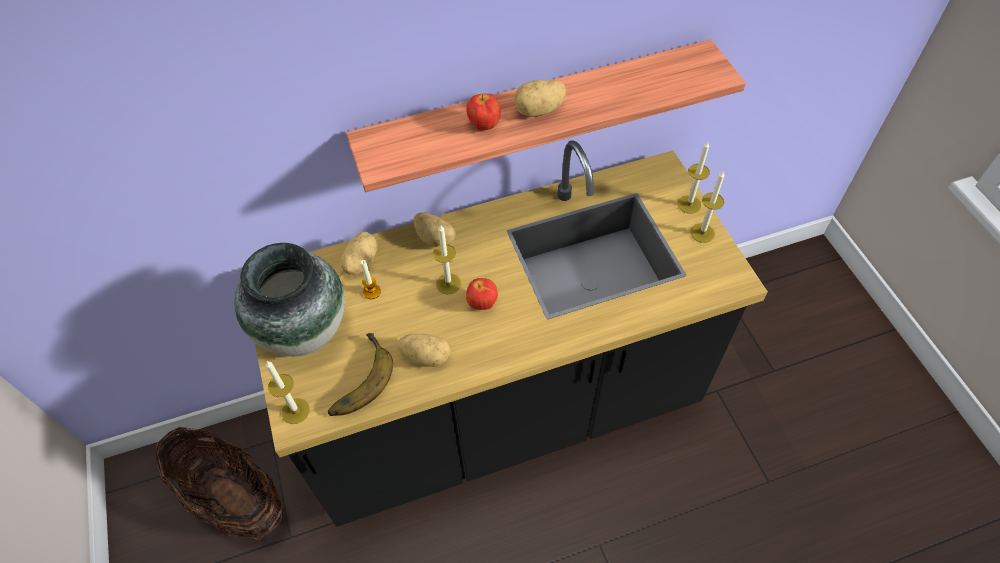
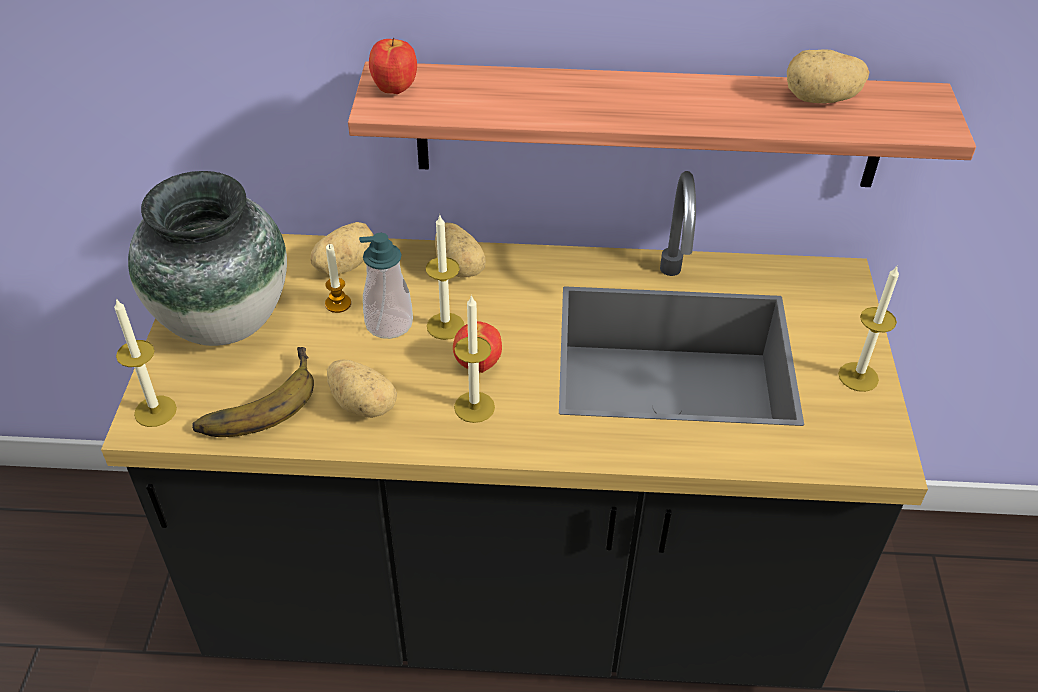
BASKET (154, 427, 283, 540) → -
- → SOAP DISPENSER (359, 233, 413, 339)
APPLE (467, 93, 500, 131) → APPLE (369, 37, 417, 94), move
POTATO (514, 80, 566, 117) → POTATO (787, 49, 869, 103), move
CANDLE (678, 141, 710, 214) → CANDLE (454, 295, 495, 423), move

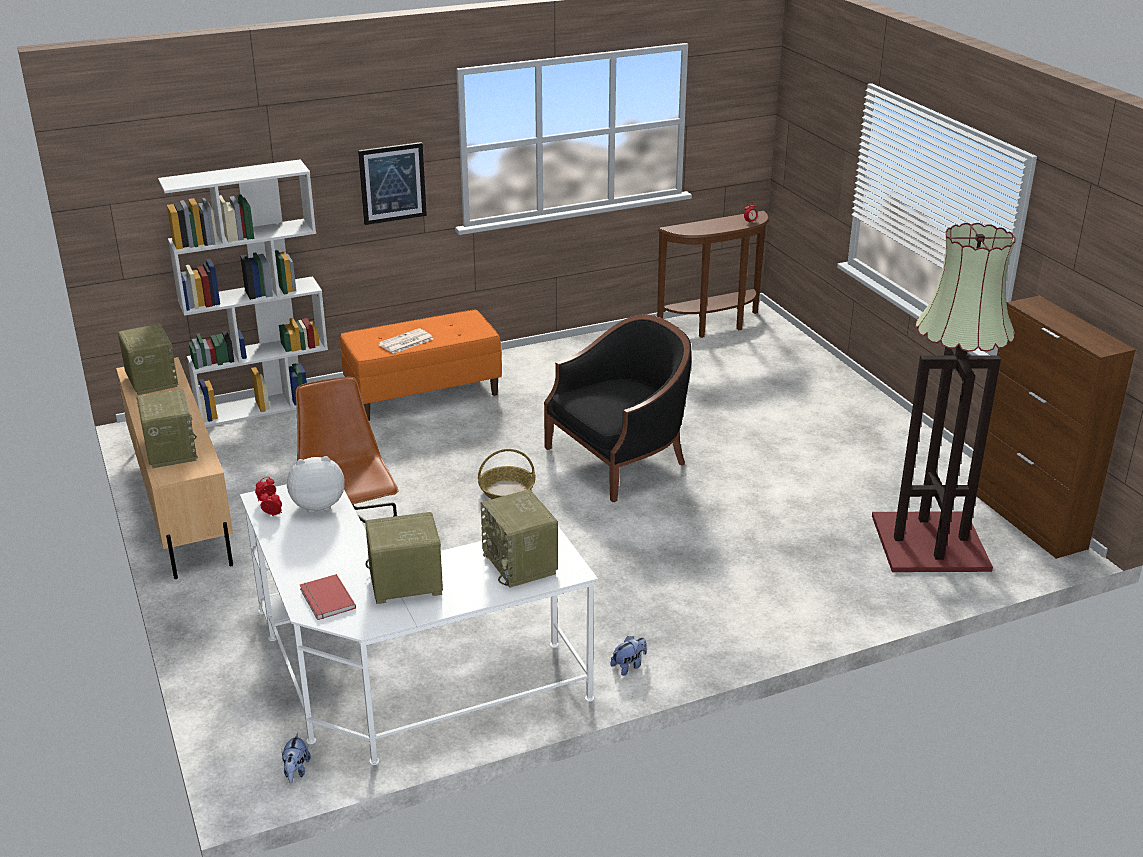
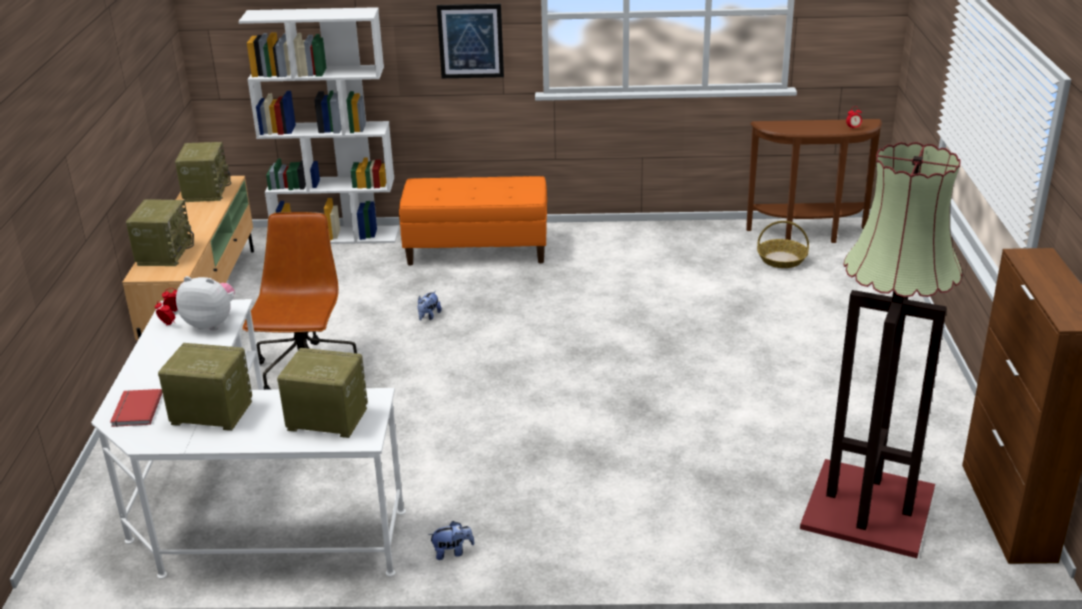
NEWSPAPER (378, 328, 433, 354) → -
BLACK ARMCHAIR (544, 314, 692, 502) → -
PLUSH TOY (282, 733, 311, 784) → PLUSH TOY (417, 291, 442, 321), move
BASKET (478, 449, 535, 499) → BASKET (757, 221, 809, 268), move
RADIO (481, 489, 558, 588) → RADIO (277, 348, 368, 438), 105 degrees clockwise

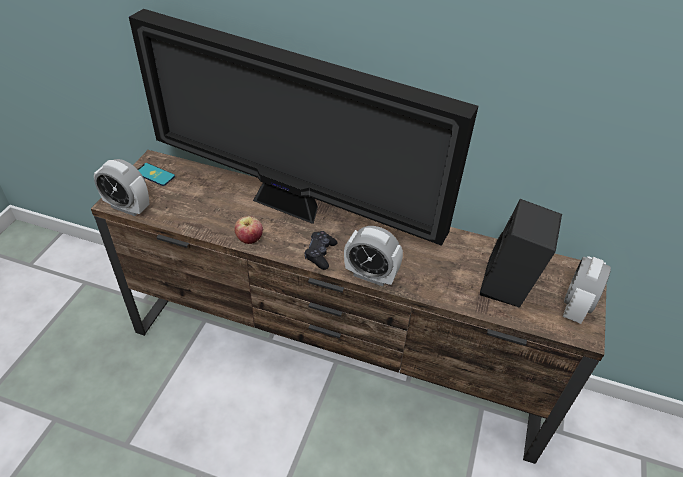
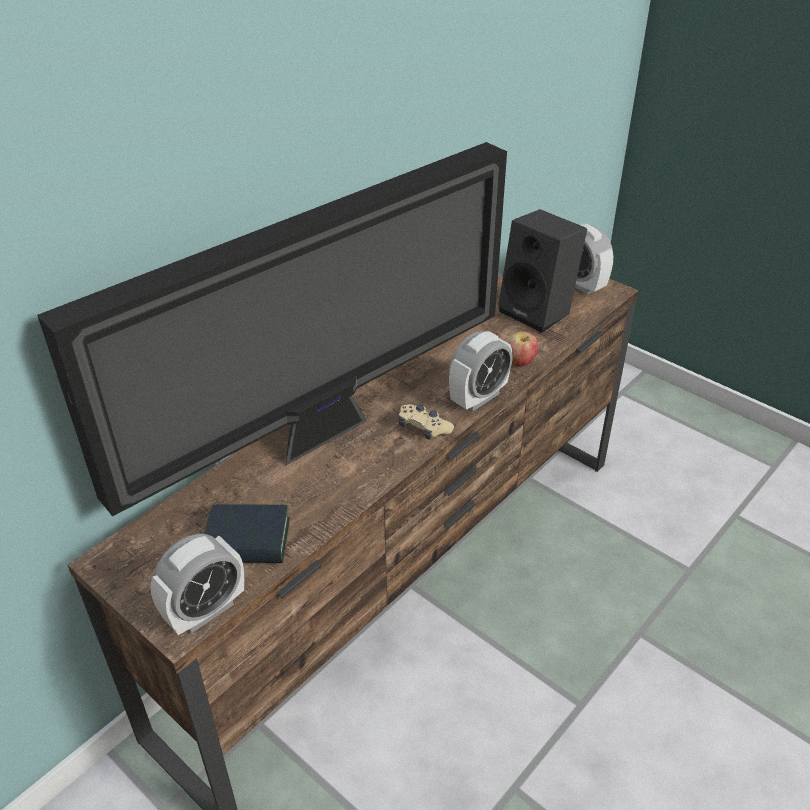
PHONE (138, 163, 175, 186) → -
- → BOOK (204, 504, 290, 563)
APPLE (234, 216, 263, 244) → APPLE (505, 331, 538, 366), move
BLACK GAME CONTROLLER (304, 231, 338, 270) → BEIGE GAME CONTROLLER (399, 404, 454, 440)

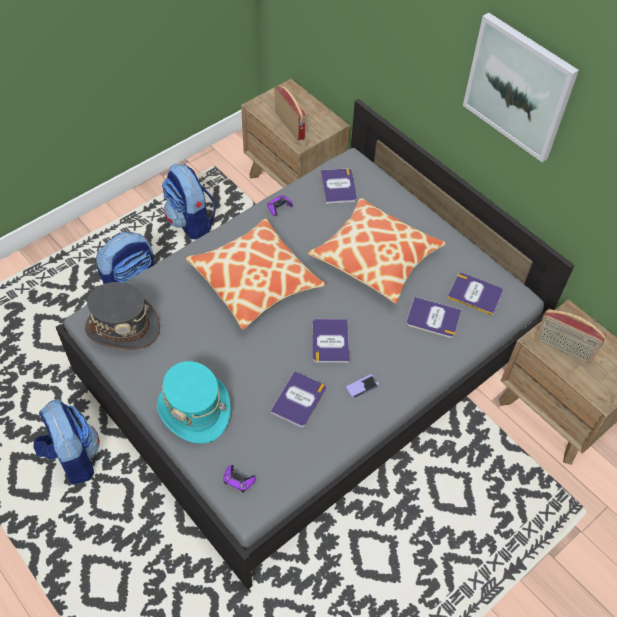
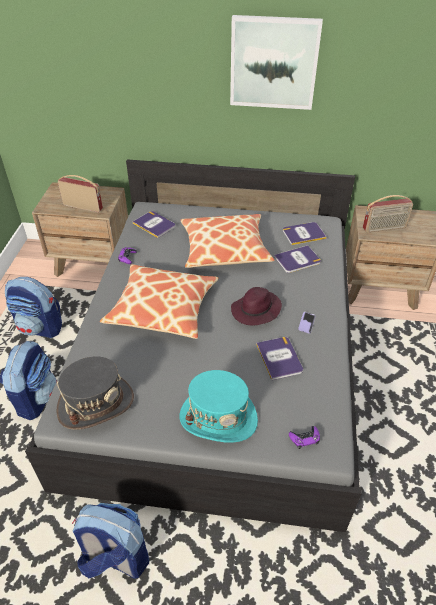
BOOK (312, 319, 350, 363) → PURPLE HAT (231, 287, 282, 326)

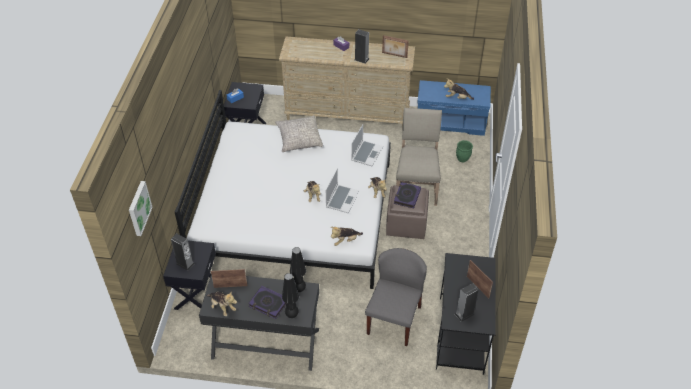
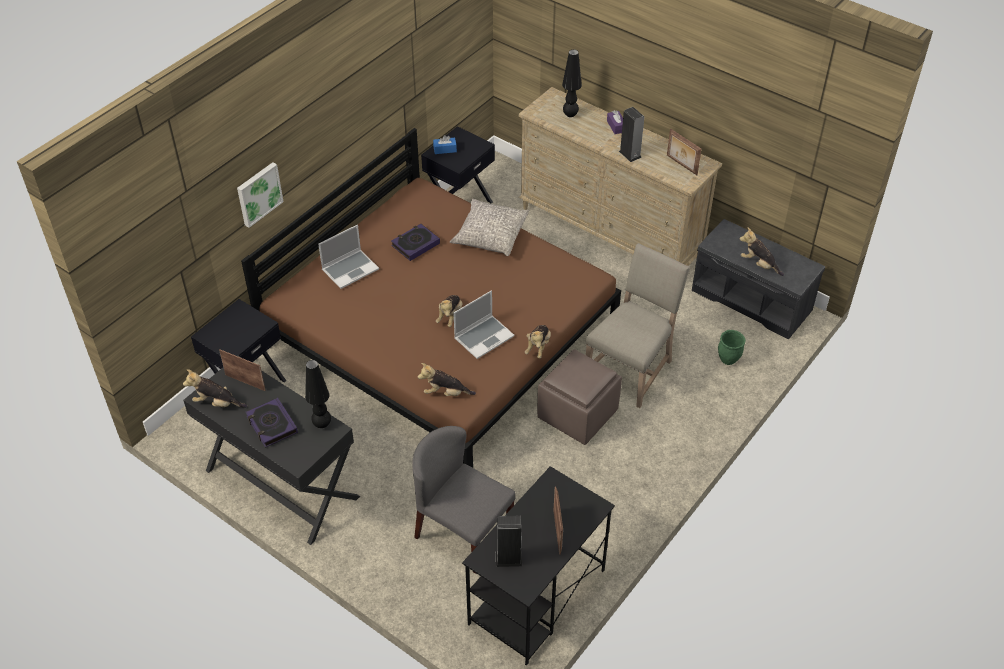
SPEAKER (171, 233, 194, 271) → -
PICTURE (129, 181, 153, 236) → PICTURE (237, 162, 283, 228), move
BLACK TABLE LAMP (282, 273, 299, 318) → BLACK TABLE LAMP (562, 49, 582, 117), move
LAPTOP (351, 124, 383, 166) → LAPTOP (318, 225, 379, 289), move
BOOK (394, 182, 421, 209) → BOOK (391, 224, 440, 261), move
WHITE BED (175, 90, 391, 289) → BROWN BED (241, 128, 621, 468)
BLUE BENCH (418, 80, 491, 136) → GREY BENCH (692, 219, 825, 340)
PLUSH TOY (207, 291, 237, 316) → PLUSH TOY (183, 369, 247, 408), 120 degrees clockwise
GREY CHAIR (365, 248, 427, 346) → GREY CHAIR (412, 426, 516, 574), 105 degrees counterclockwise

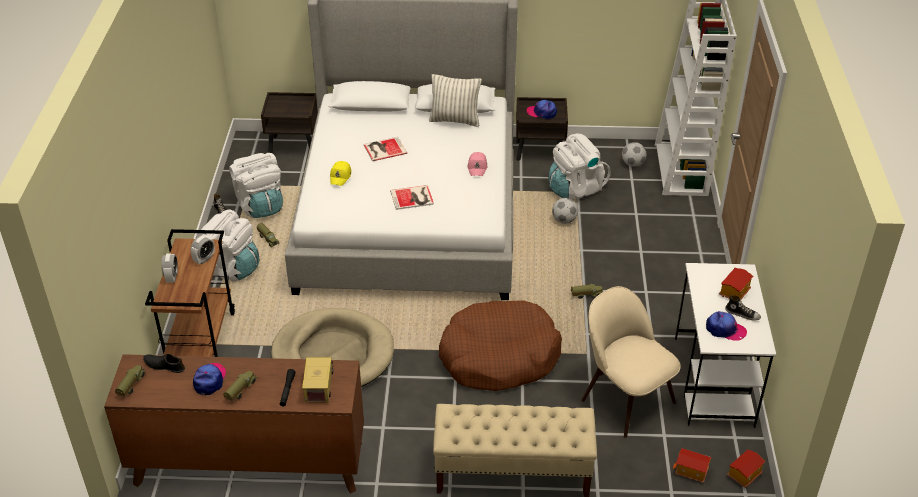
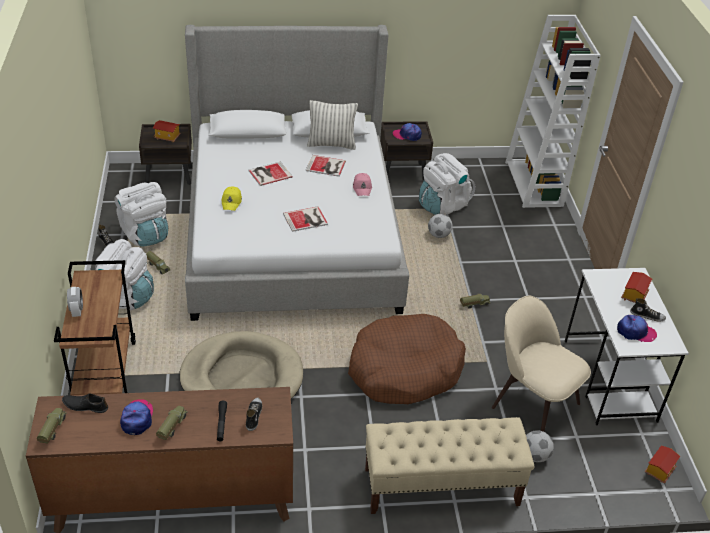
ALARM CLOCK (191, 235, 215, 264) → -
- → BOOK (306, 155, 346, 177)
FOOTBALL (622, 142, 647, 167) → FOOTBALL (526, 430, 554, 462), move
TOY HOUSE (673, 448, 711, 483) → TOY HOUSE (153, 120, 181, 143), move
TOY TRUCK (302, 357, 333, 403) → SHOE (246, 397, 262, 431)

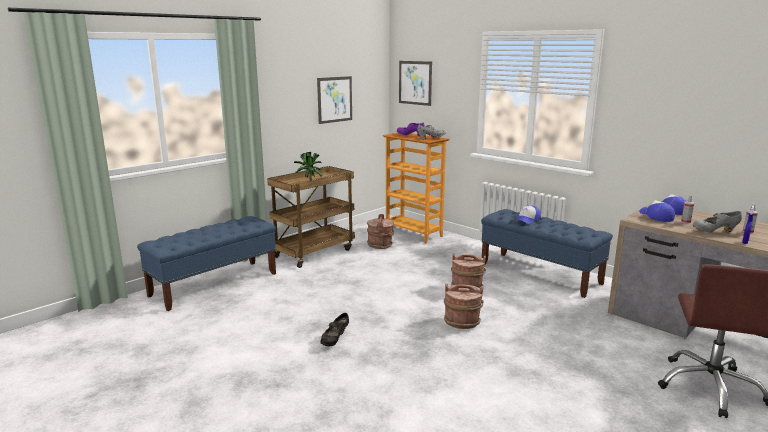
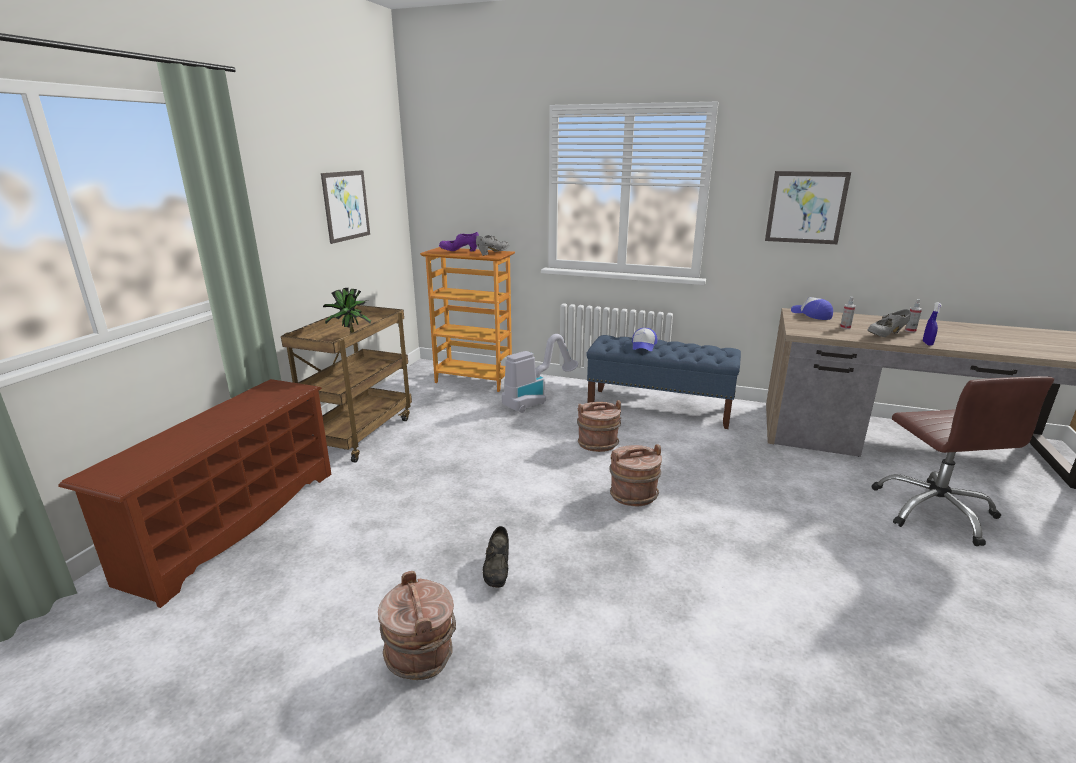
CAP (639, 200, 675, 222) → -
- → VACUUM CLEANER (502, 334, 578, 413)
BROWN BUCKET (367, 214, 394, 249) → BROWN BUCKET (378, 571, 456, 680), move
PICTURE (399, 61, 432, 106) → PICTURE (765, 171, 851, 244), move
BLUE BENCH (137, 216, 276, 311) → BROWN SHOE RACK (58, 379, 331, 608)

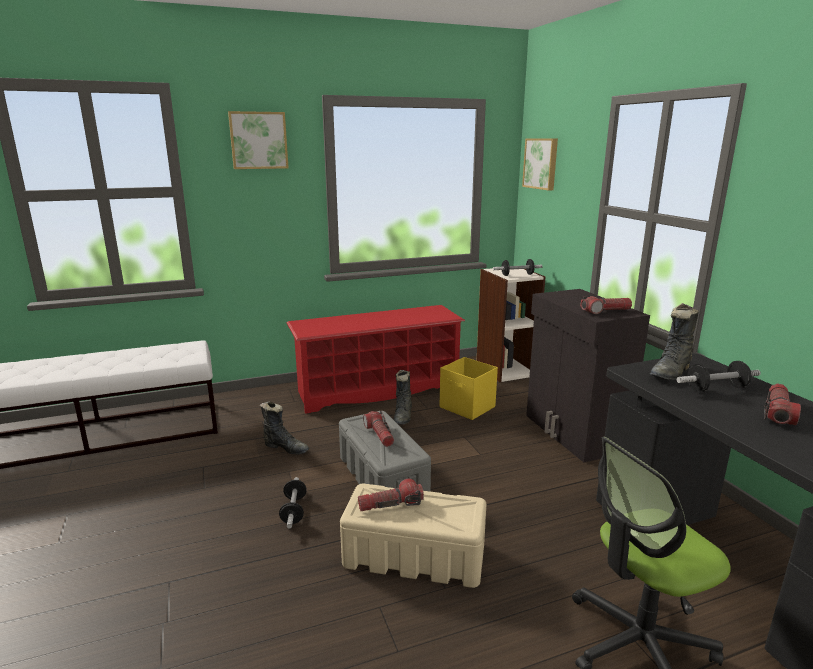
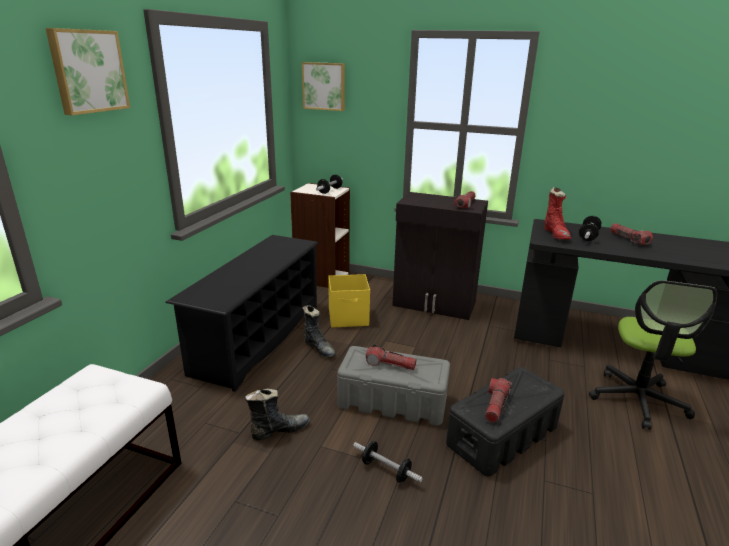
RED SHOE RACK (287, 305, 465, 414) → BLACK SHOE RACK (165, 235, 319, 392)
BEIGE STORAGE BOX (340, 483, 486, 588) → BLACK STORAGE BOX (446, 367, 565, 476)
BLACK BOOT (650, 303, 699, 380) → RED BOOT (544, 187, 571, 240)

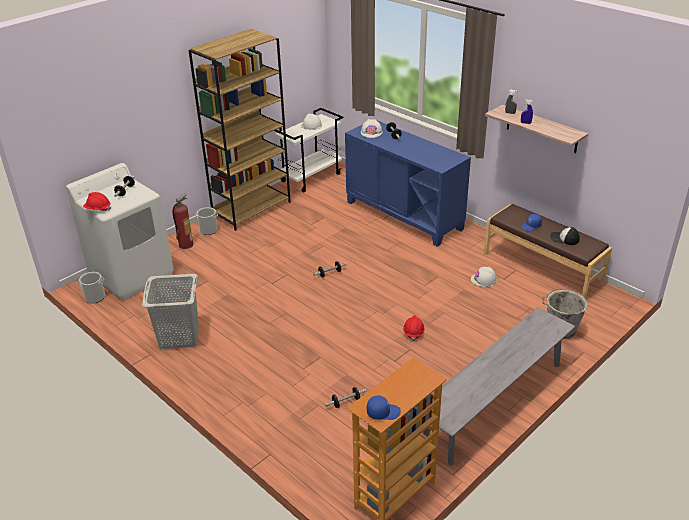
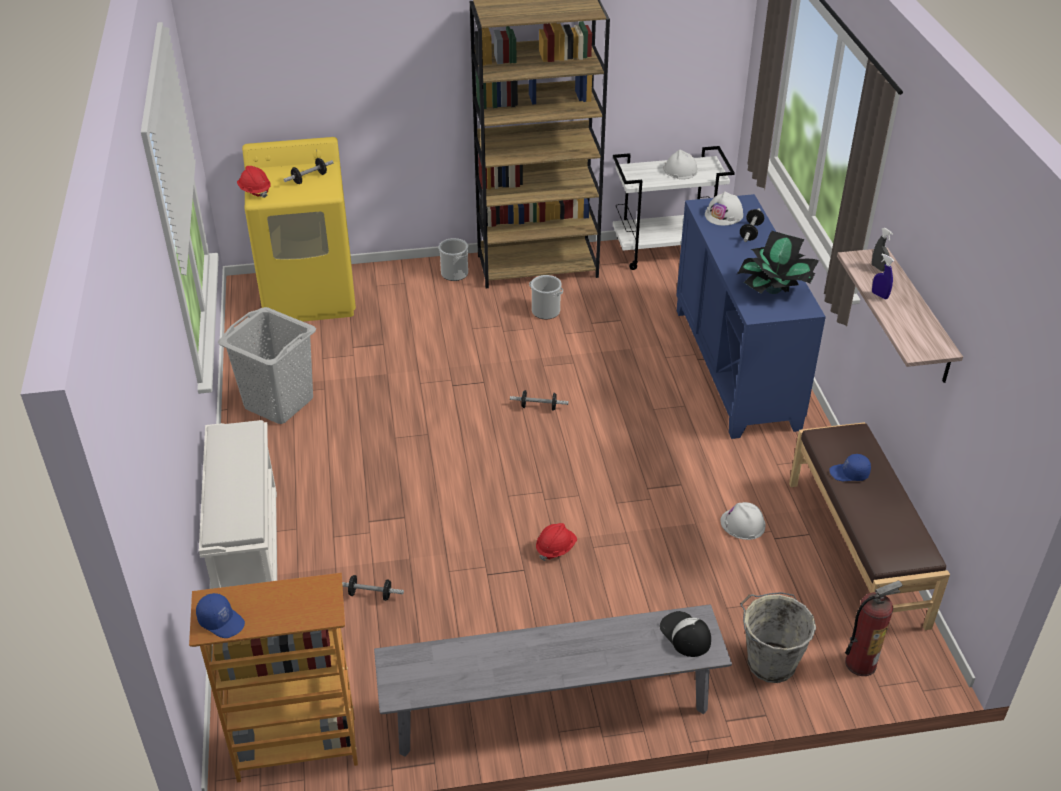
- → WHITE SHOE RACK (199, 420, 277, 589)
- → POTTED PLANT (737, 231, 819, 294)
BUCKET (77, 272, 105, 303) → BUCKET (529, 275, 563, 319), move
FIRE EXTINGUISHER (173, 194, 194, 249) → FIRE EXTINGUISHER (845, 580, 903, 676), move
CAP (550, 227, 580, 245) → CAP (660, 611, 711, 657), move
WHITE WASHING MACHINE (66, 163, 174, 301) → YELLOW WASHING MACHINE (242, 137, 356, 322)

